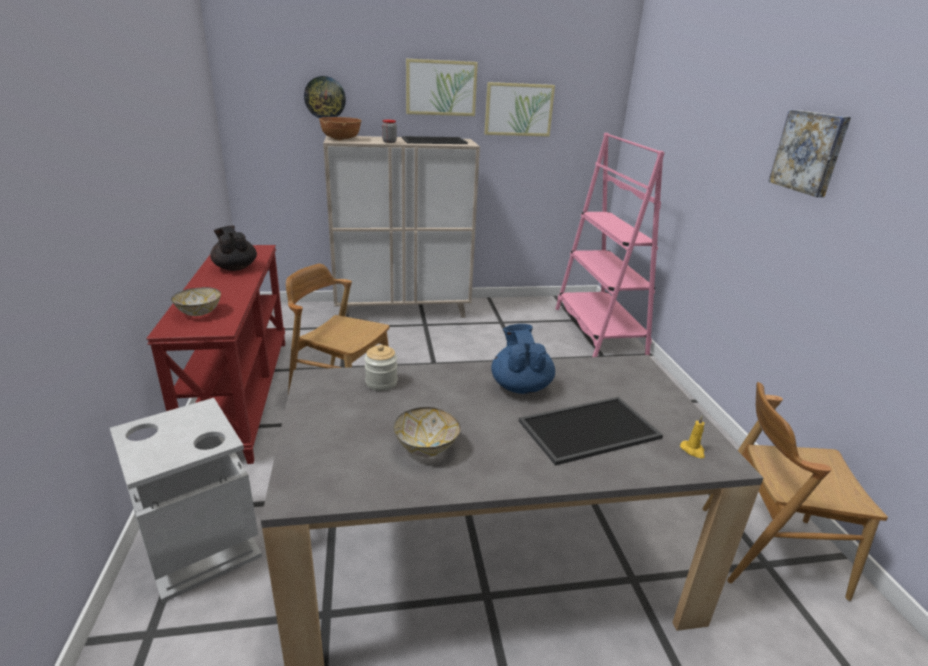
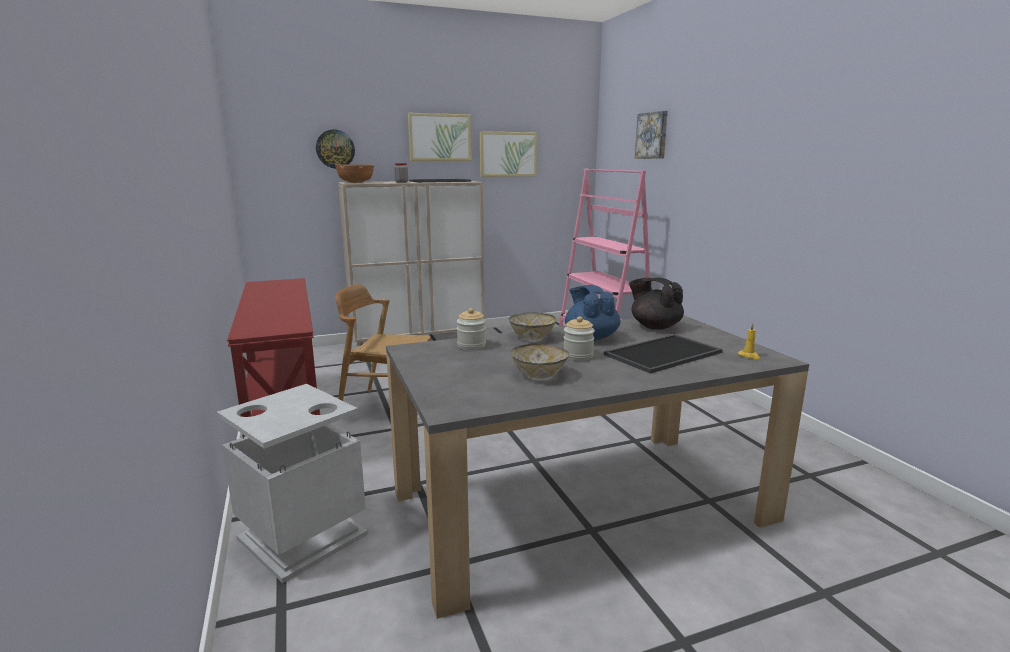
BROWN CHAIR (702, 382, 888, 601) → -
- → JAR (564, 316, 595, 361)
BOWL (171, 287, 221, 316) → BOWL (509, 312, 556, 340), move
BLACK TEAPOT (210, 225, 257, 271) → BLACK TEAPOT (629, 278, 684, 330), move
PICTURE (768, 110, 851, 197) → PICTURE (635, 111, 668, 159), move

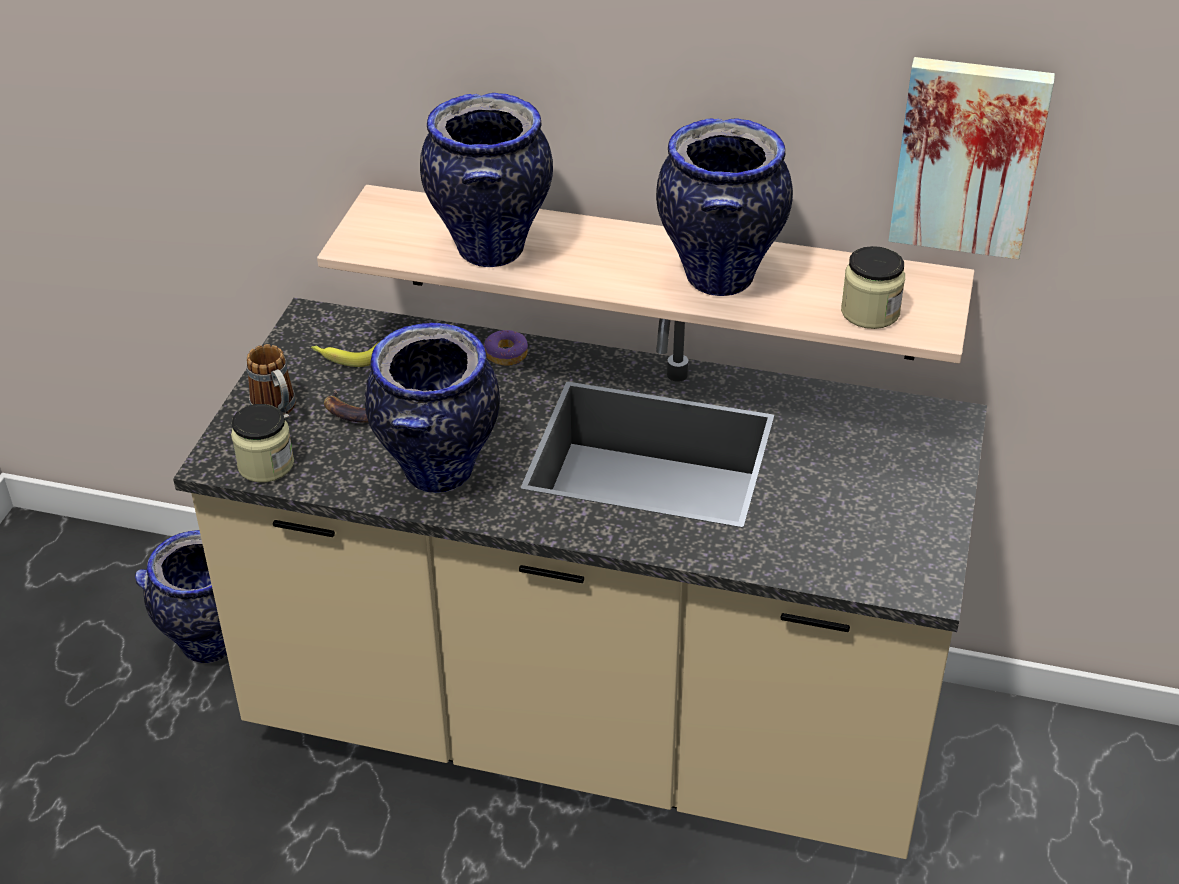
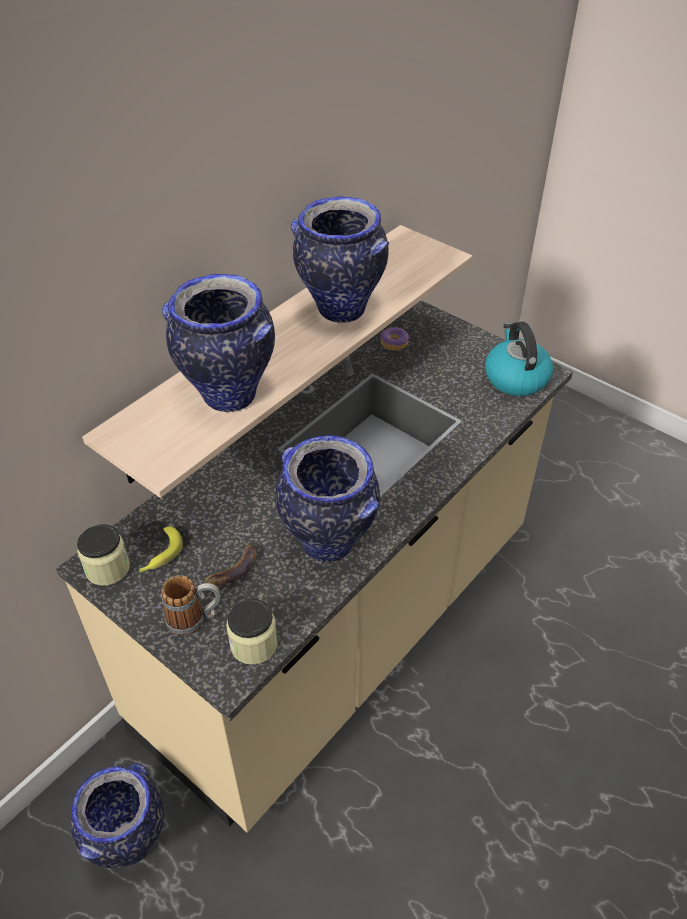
PICTURE (889, 57, 1055, 259) → -
- → KETTLE (485, 322, 553, 396)
DONUT (484, 330, 528, 365) → DONUT (381, 327, 409, 351), move
JAR (841, 246, 905, 329) → JAR (77, 524, 130, 586), move

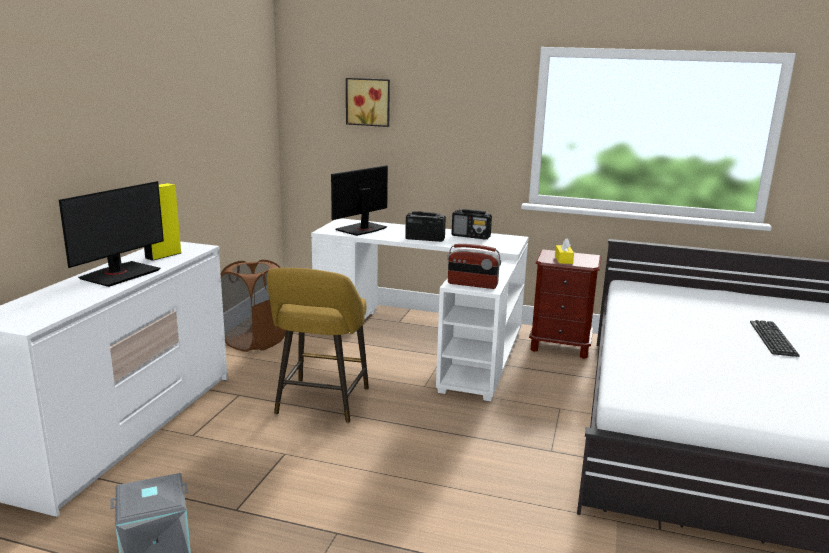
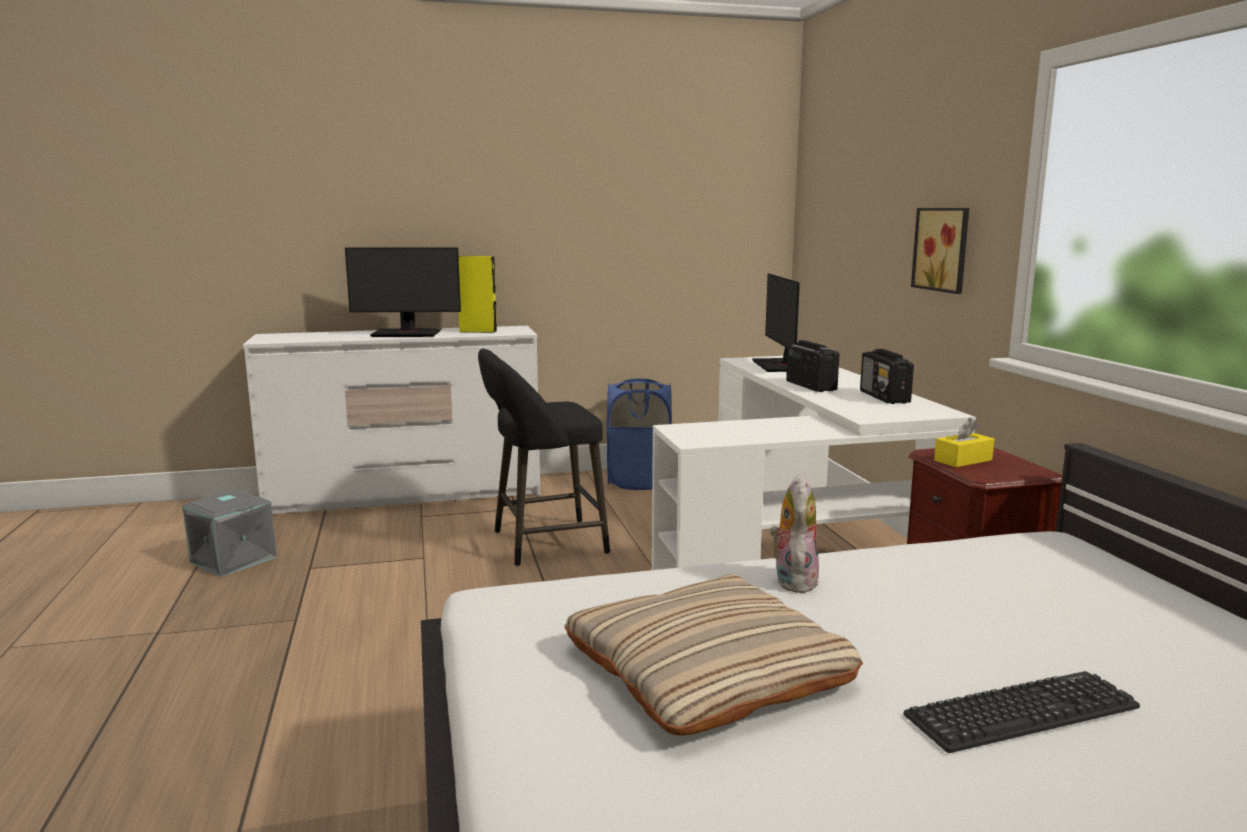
RADIO (447, 244, 501, 289) → -
- → BEIGE PILLOW (565, 574, 863, 736)
- → PLUSH TOY (770, 474, 819, 593)
PICTURE (346, 78, 390, 127) → PICTURE (911, 208, 969, 294), move
BROWN LAUNDRY BASKET (221, 260, 286, 352) → BLUE LAUNDRY BASKET (607, 379, 672, 490)
YELLOW STOOL (267, 268, 369, 423) → BLACK STOOL (478, 349, 610, 566)
MONITOR (331, 165, 388, 236) → MONITOR (752, 273, 800, 372), 105 degrees counterclockwise

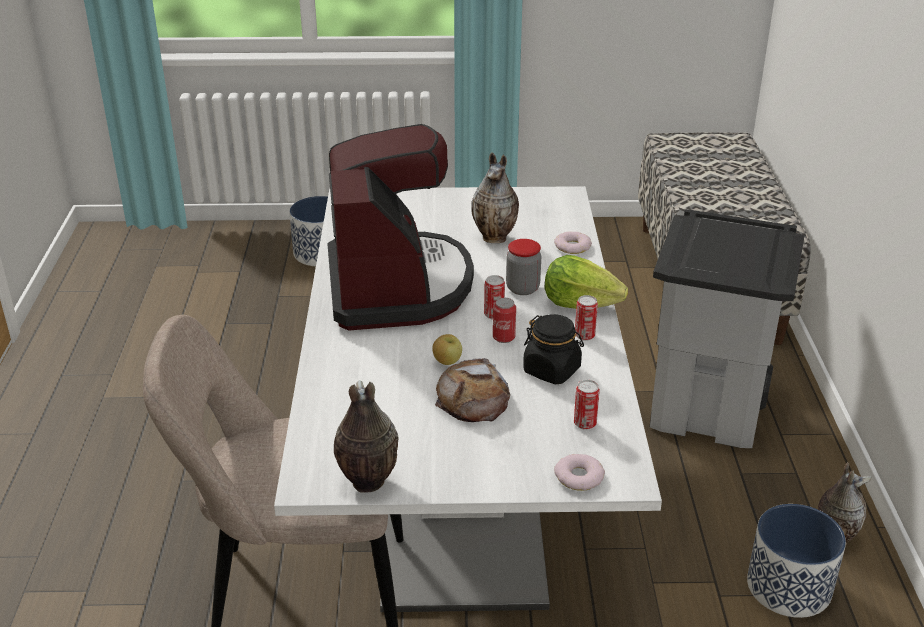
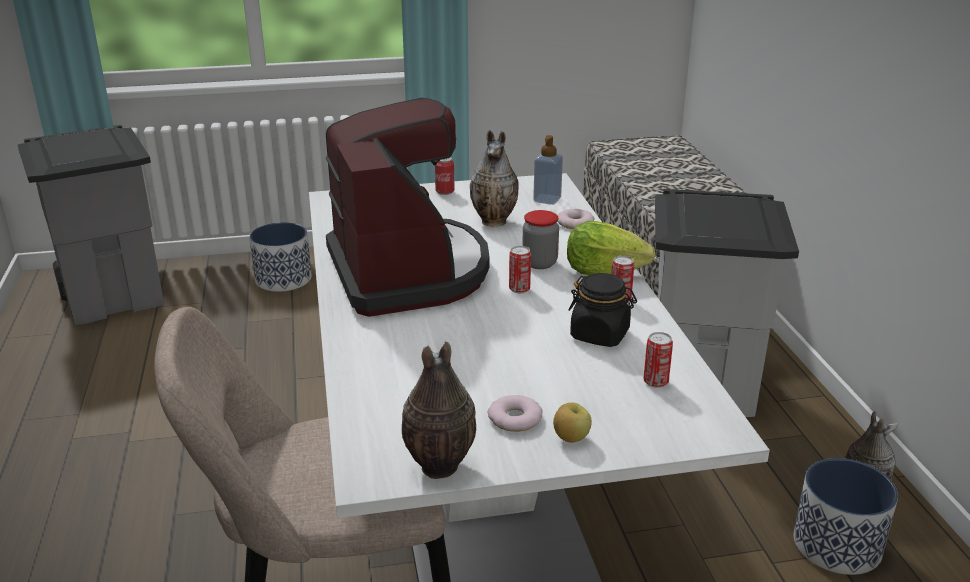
BREAD (435, 358, 510, 422) → -
- → GREY TRASH CAN (17, 125, 164, 325)
- → SOAP DISPENSER (533, 135, 563, 205)
APPLE (432, 334, 462, 365) → APPLE (553, 402, 592, 443), move
CAN (493, 298, 516, 343) → CAN (435, 157, 455, 195), move
DONUT (554, 454, 605, 491) → DONUT (488, 395, 543, 432), move

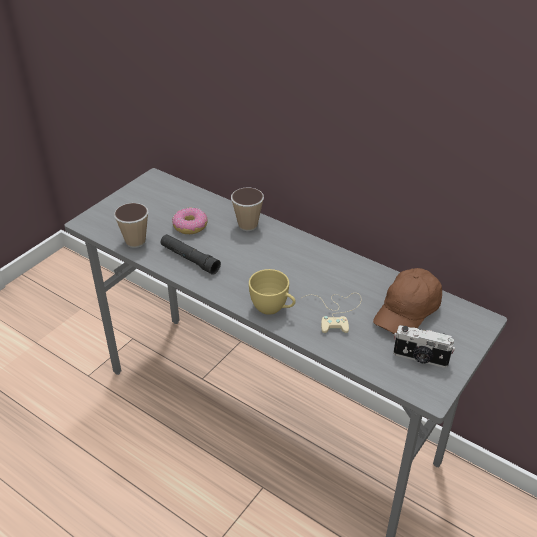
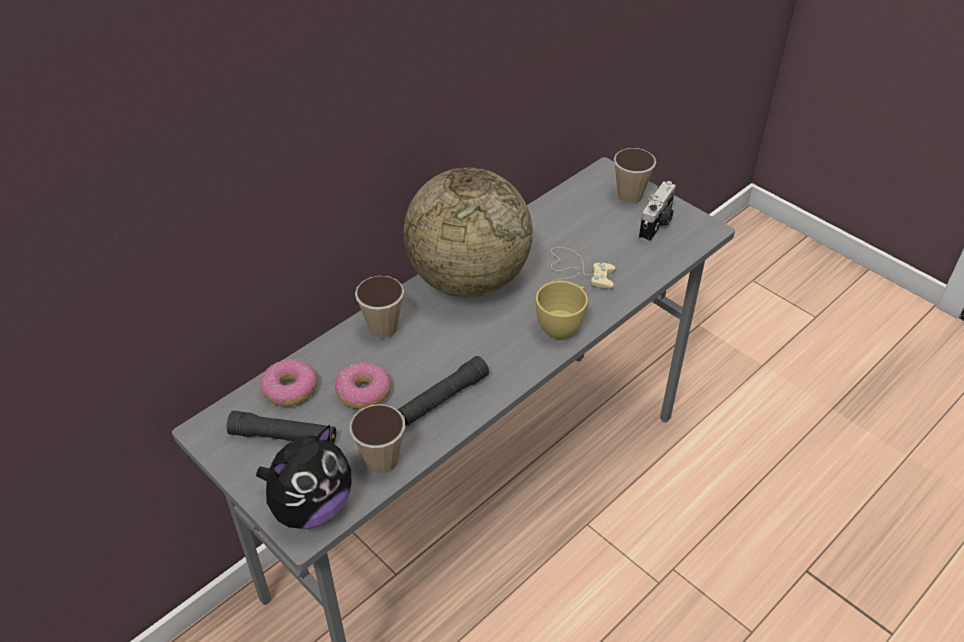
BROWN CAP (373, 268, 442, 334) → -
- → BLACK FLASHLIGHT (226, 411, 336, 444)
- → PLUSH TOY (256, 425, 351, 529)
- → DONUT (260, 360, 317, 406)
- → GLOBE (403, 167, 533, 298)
- → CUP (614, 148, 656, 204)

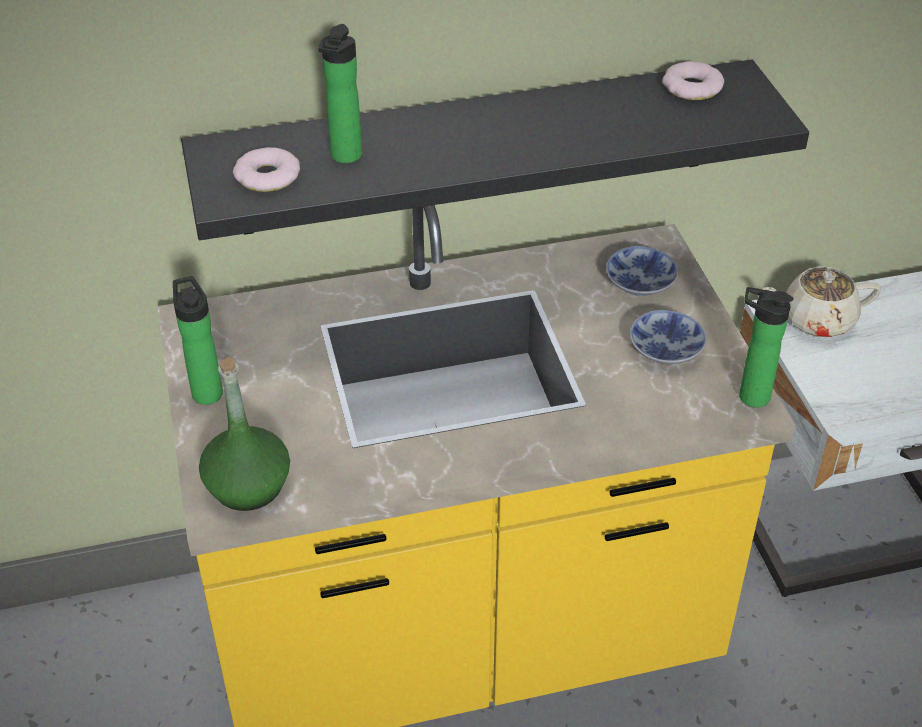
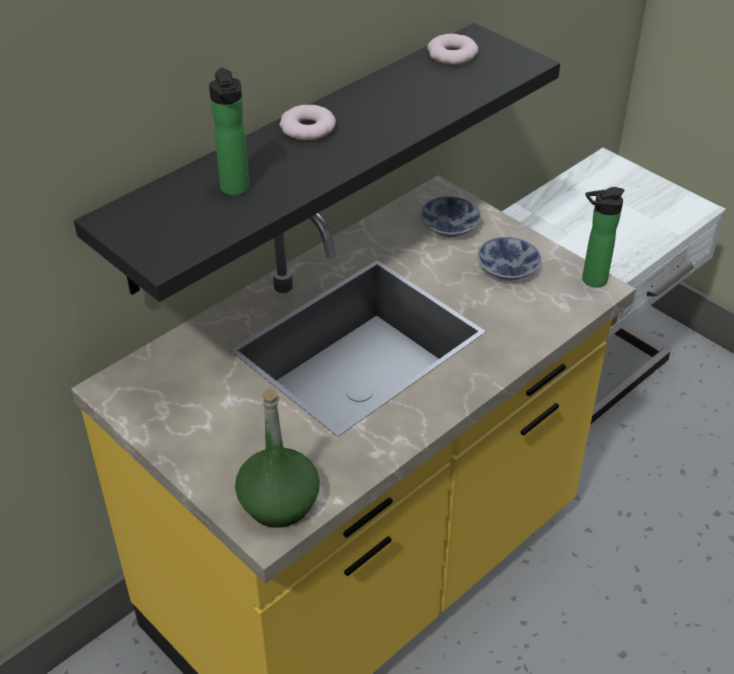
BOTTLE (173, 276, 223, 405) → -
BEIGE TEAPOT (762, 266, 881, 337) → -
DONUT (233, 147, 300, 192) → DONUT (280, 105, 336, 141), move

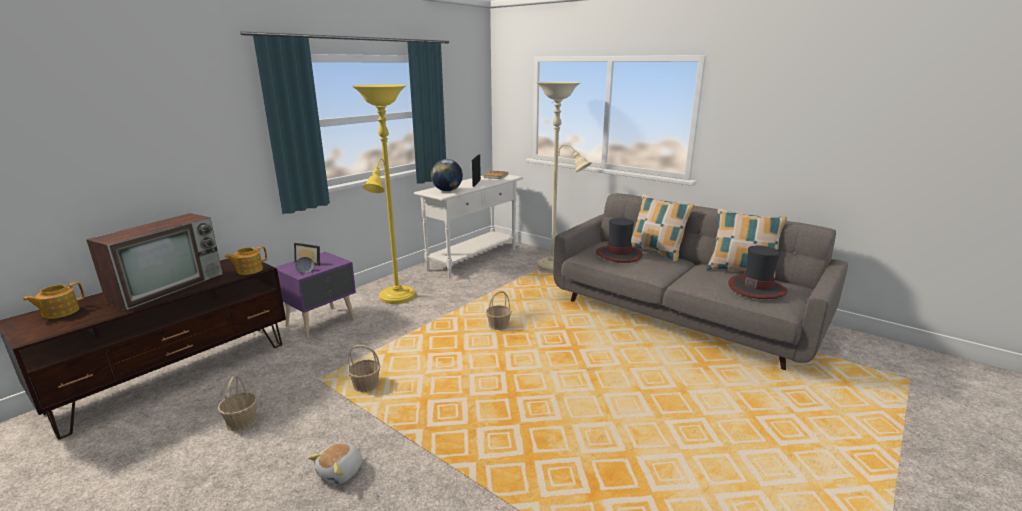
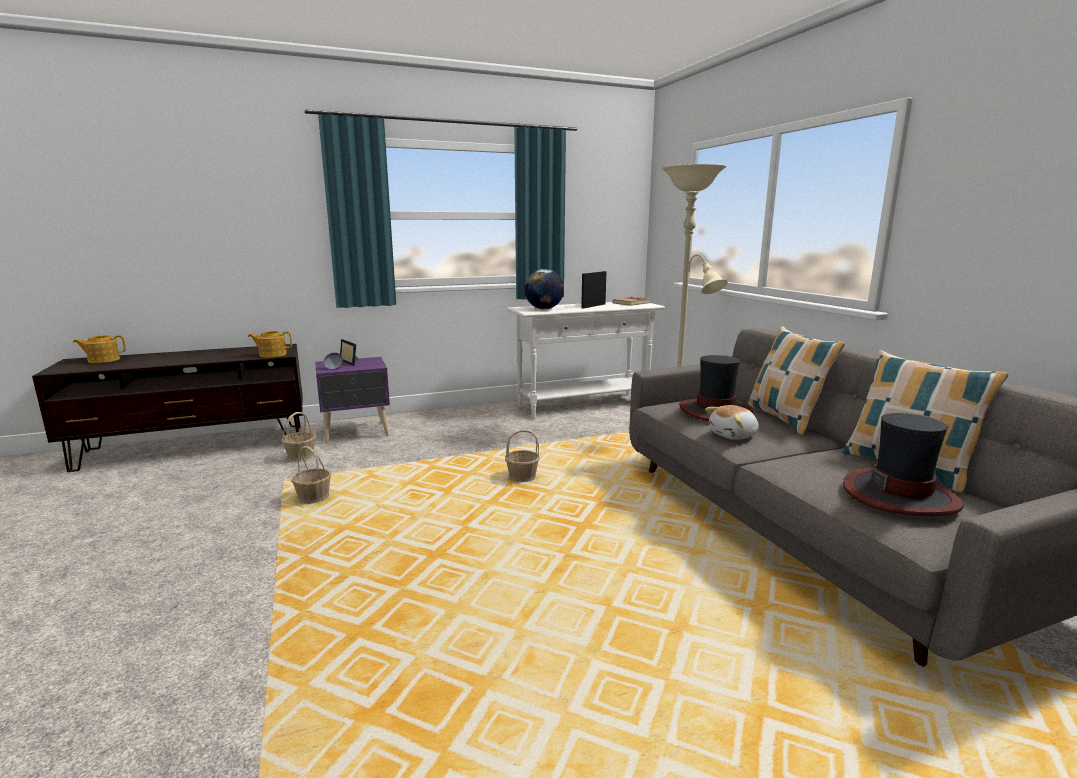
TELEVISION (86, 213, 223, 310) → -
YELLOW FLOOR LAMP (352, 85, 415, 304) → -
BASKET (218, 375, 258, 431) → BASKET (281, 412, 316, 462), move
PLUSH TOY (308, 443, 362, 484) → PLUSH TOY (705, 405, 759, 440), move

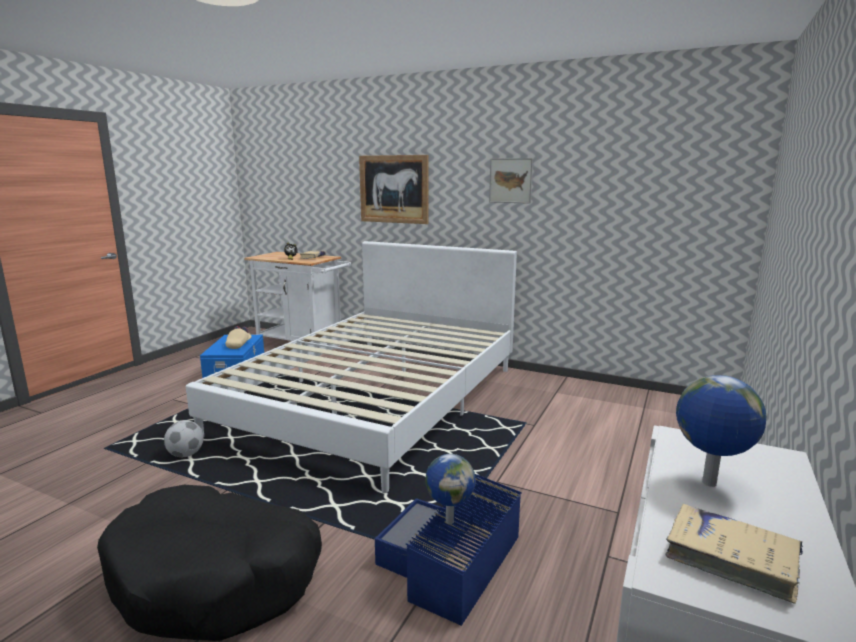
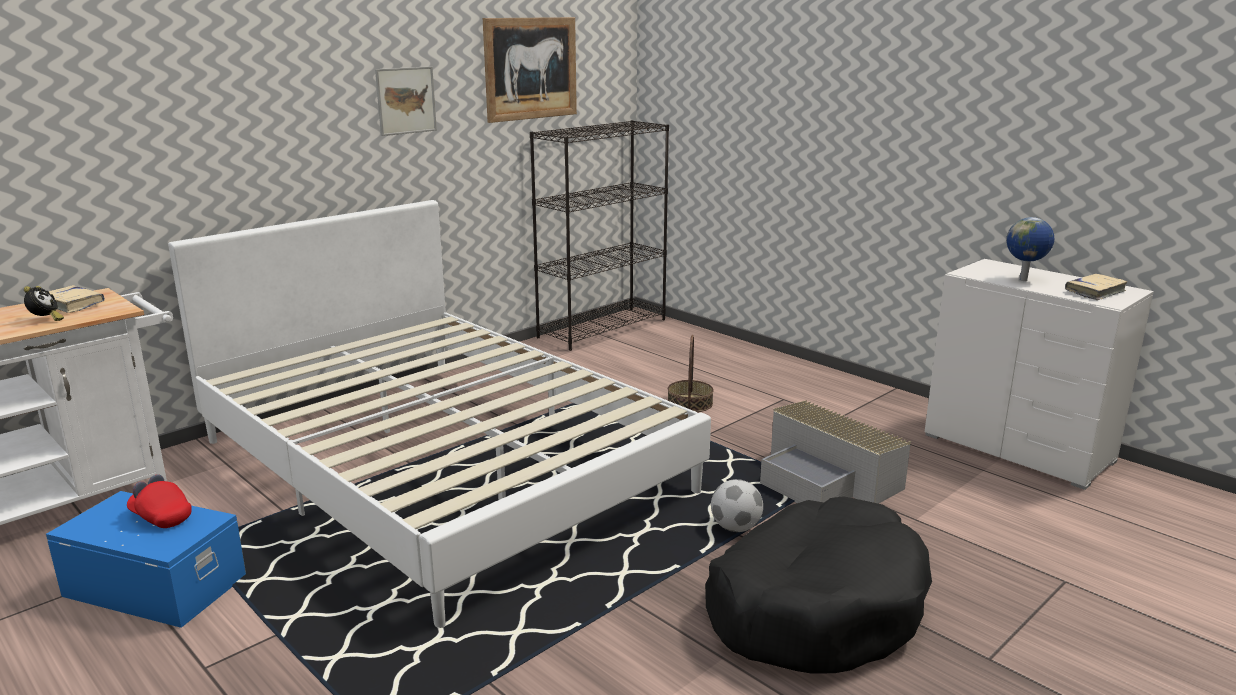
GLOBE (425, 454, 475, 524) → -
- → BLACK BOOKCASE (530, 120, 669, 351)
- → BASKET (668, 335, 714, 412)
FOOTBALL (164, 420, 204, 457) → FOOTBALL (711, 479, 763, 532), move
PICTURE (359, 155, 429, 224) → PICTURE (483, 17, 577, 123), move
BEIGE CAP (225, 326, 252, 349) → RED CAP (127, 474, 192, 528)
BLUE STORAGE BOX (375, 474, 522, 626) → GREY STORAGE BOX (760, 400, 911, 504)

